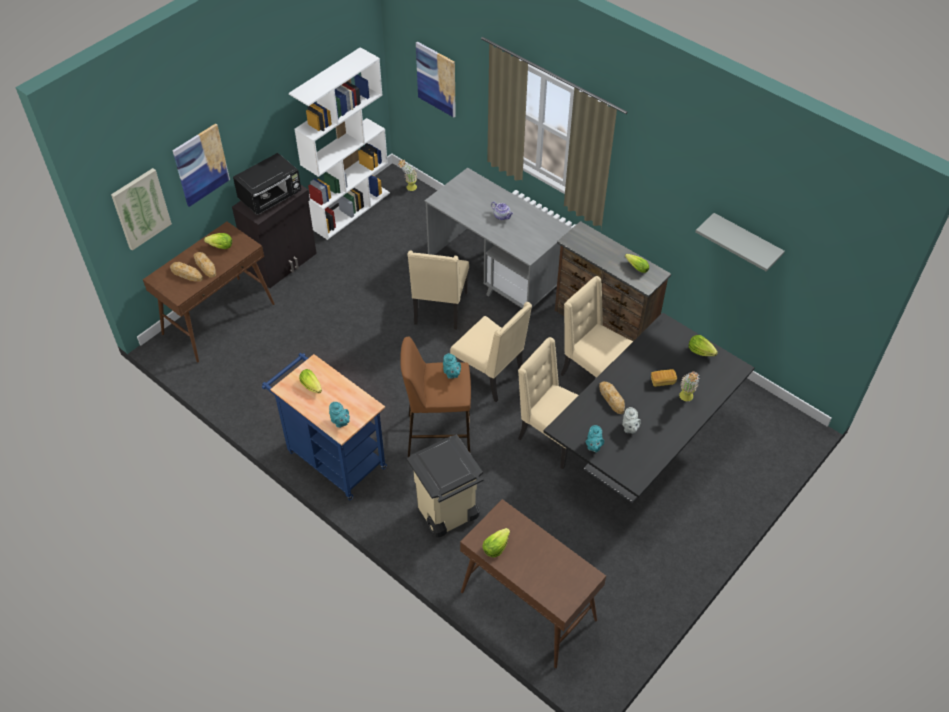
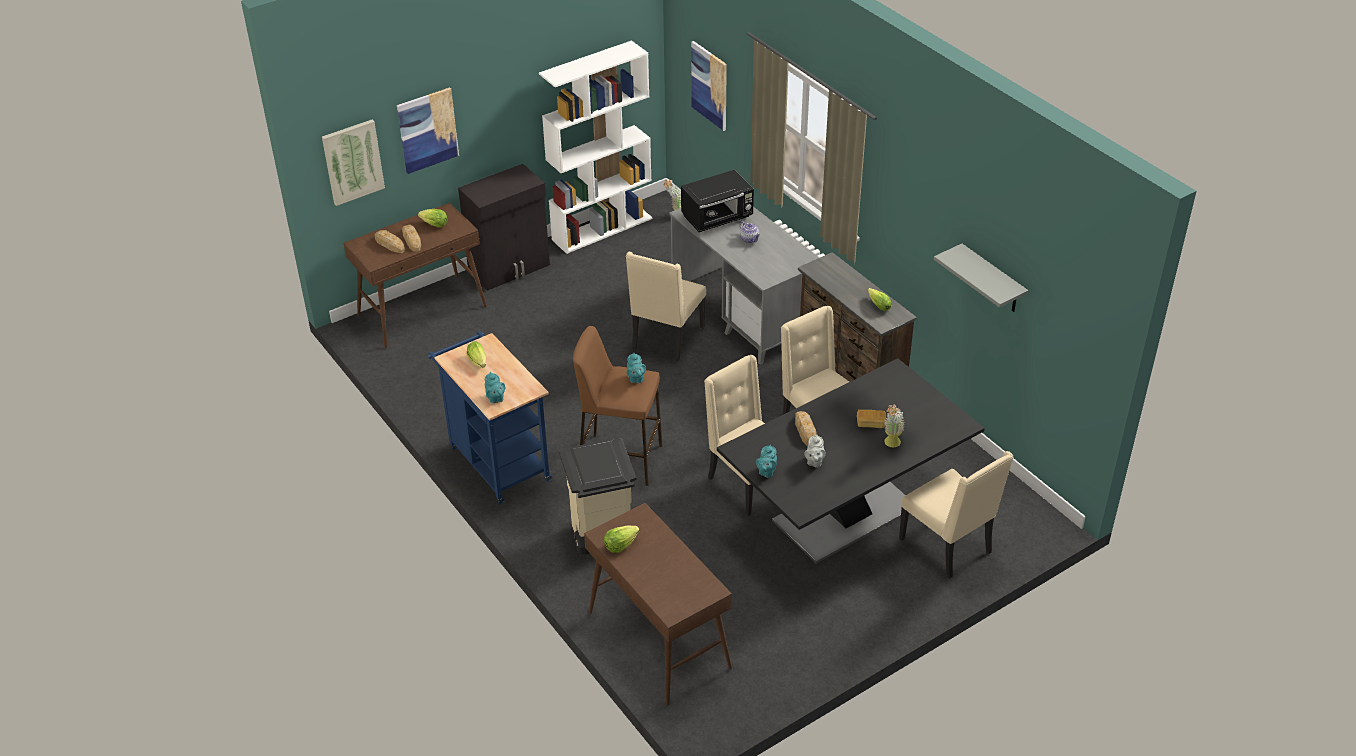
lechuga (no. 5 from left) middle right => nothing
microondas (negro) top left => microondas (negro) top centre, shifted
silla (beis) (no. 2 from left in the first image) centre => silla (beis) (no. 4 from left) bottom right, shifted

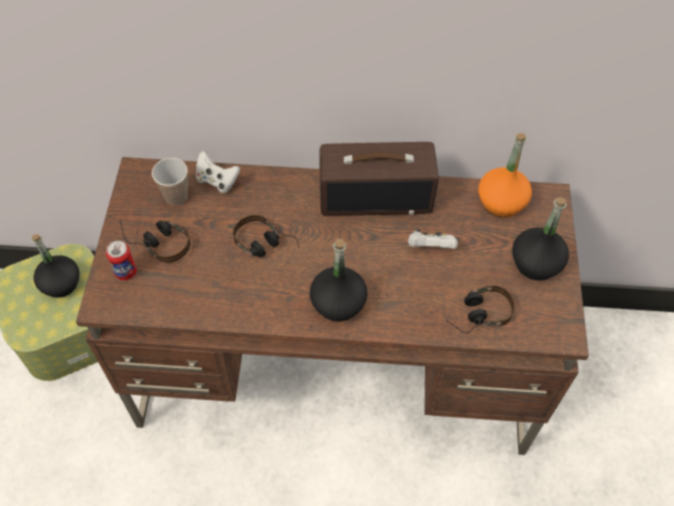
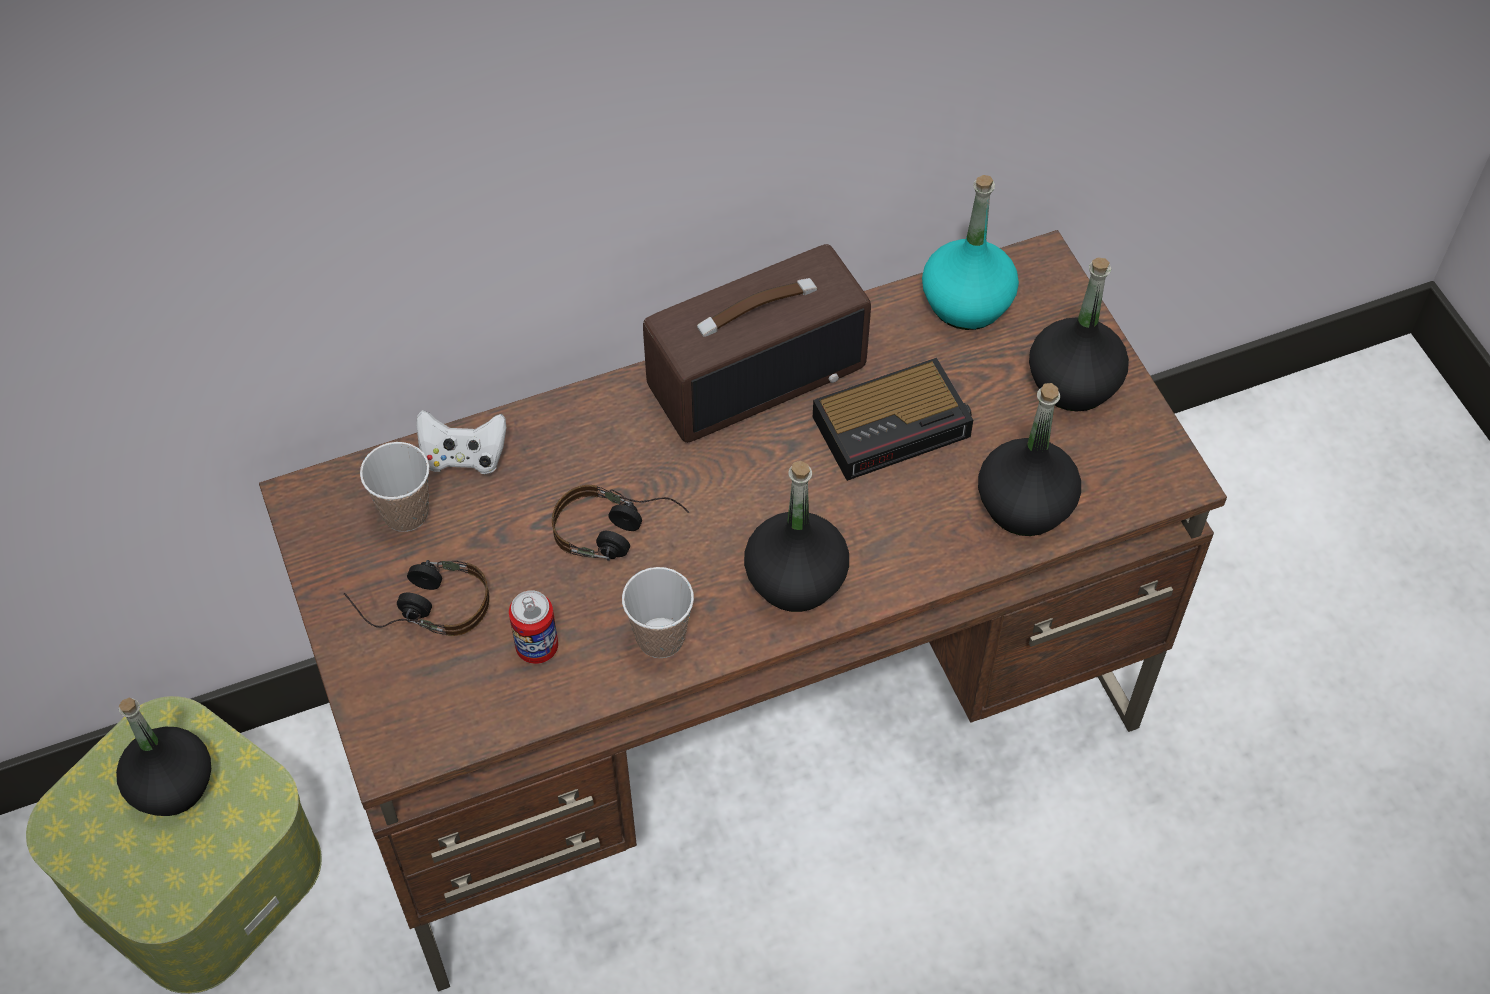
nothing => taza (no. 2 from left) centre
lata middle left => lata centre, shifted
mando de consola (blanco) (no. 2 from left) centre => despertador centre
auriculares (no. 3 from left) middle right => botella (negro) (no. 3 from left) middle right
botella (naranja) middle right => botella (turquesa) top centre

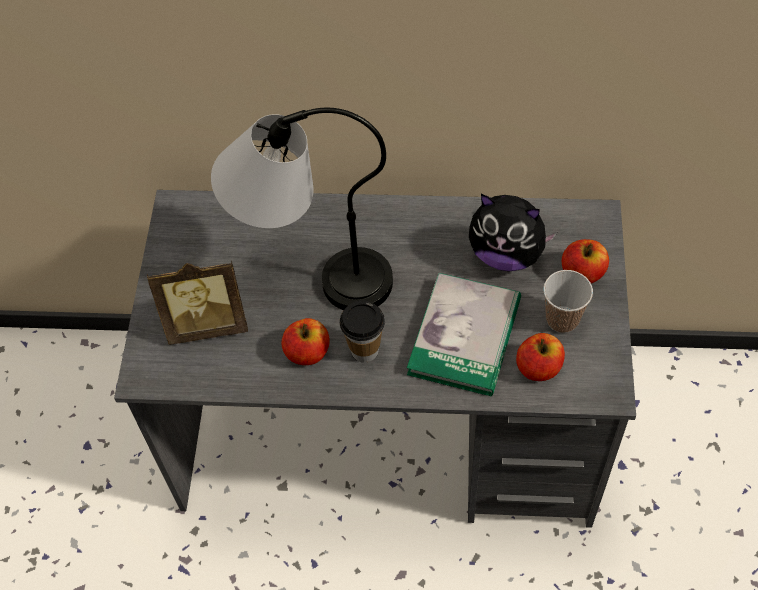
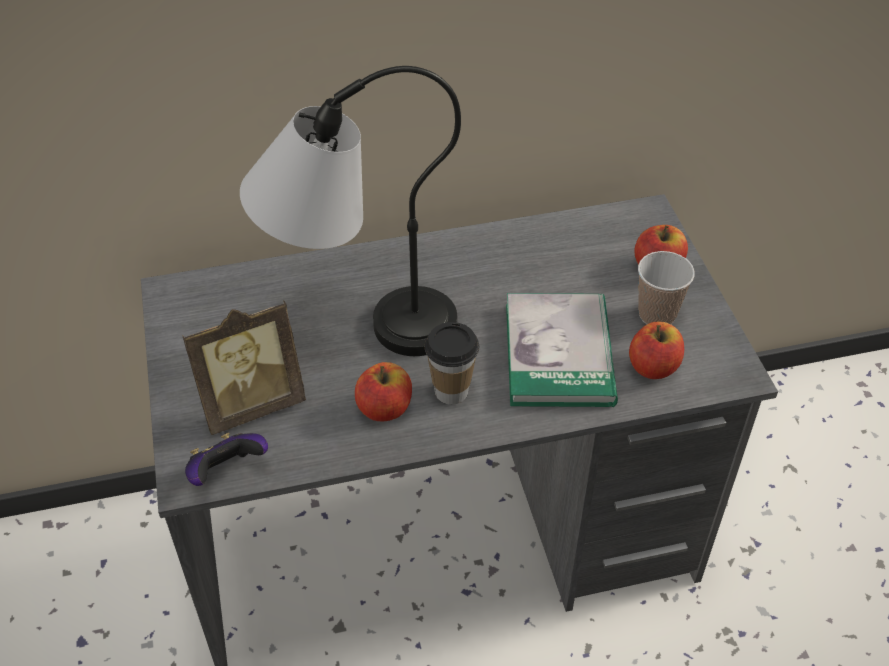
peluche middle right => nothing
nothing => mando de consola bottom left

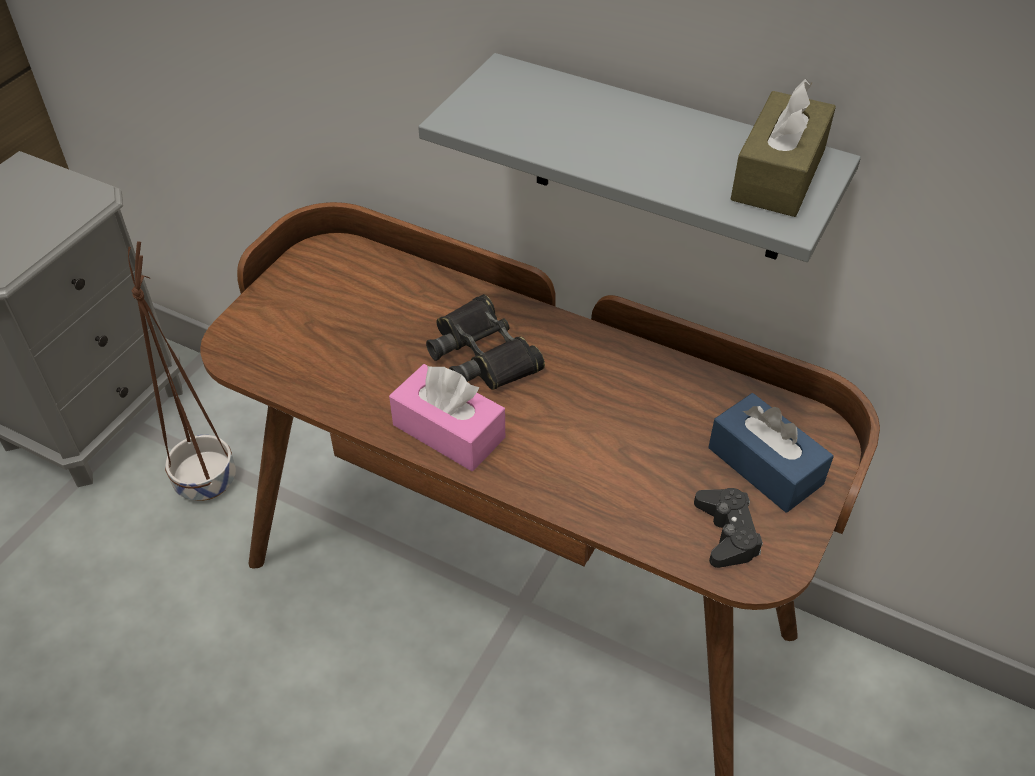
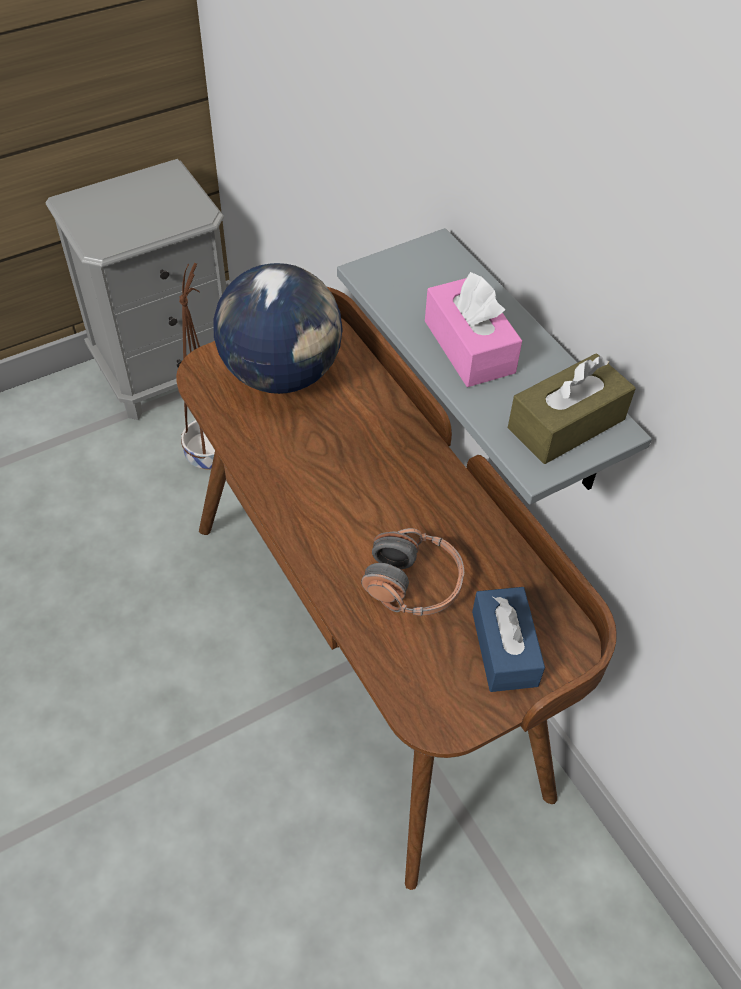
prismáticos (negro) centre => nothing
mando de consola (negro) bottom right => nothing
nothing => globo terráqueo top centre
nothing => auriculares centre
caja de pañuelos (rosa) centre => caja de pañuelos (rosa) top centre, shifted

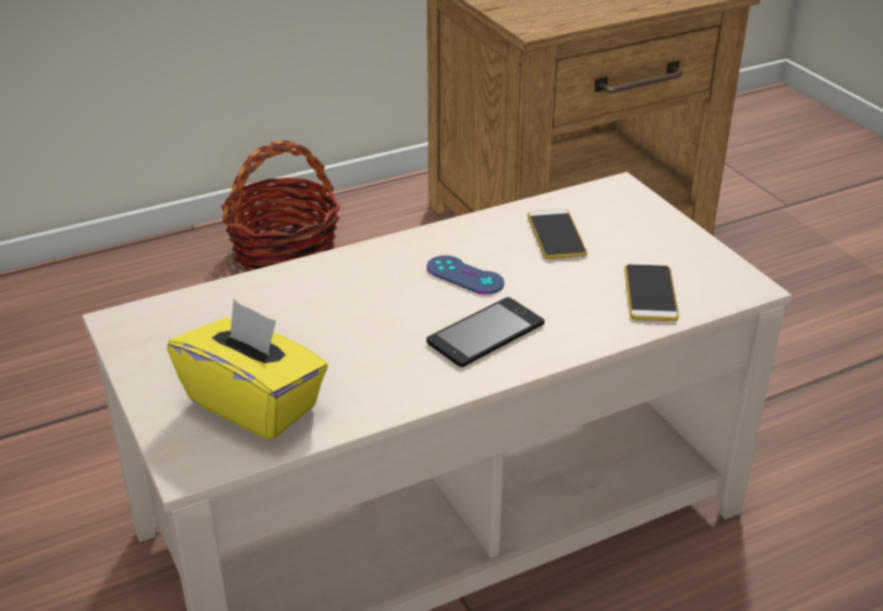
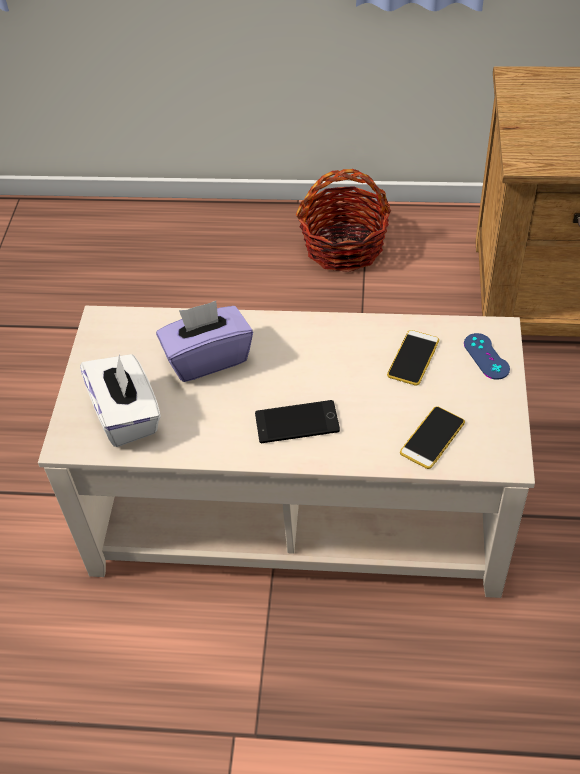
nothing => caja de pañuelos (morado) centre
mando de consola (azul) centre => mando de consola (azul) middle right, shifted
caja de pañuelos (amarillo) middle left => caja de pañuelos (blanco) middle left

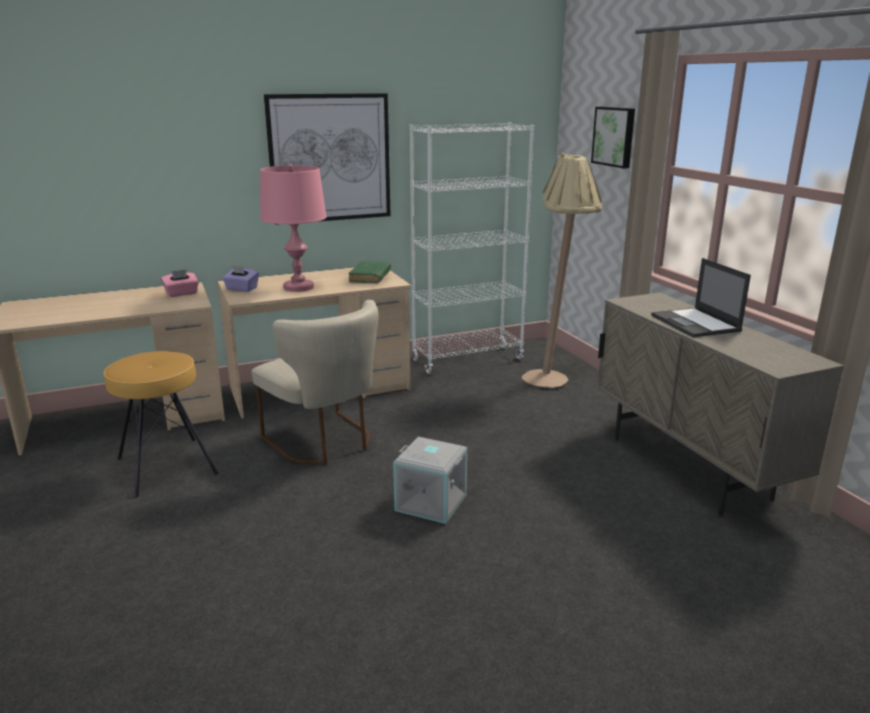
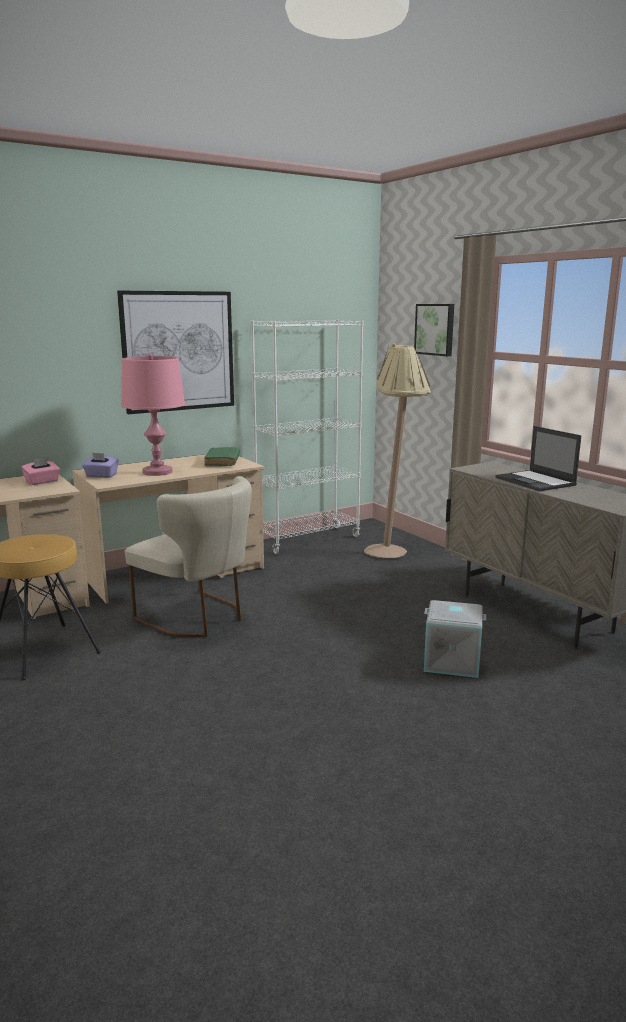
caja de almacenaje (gris) bottom centre => caja de almacenaje (gris) middle right, shifted

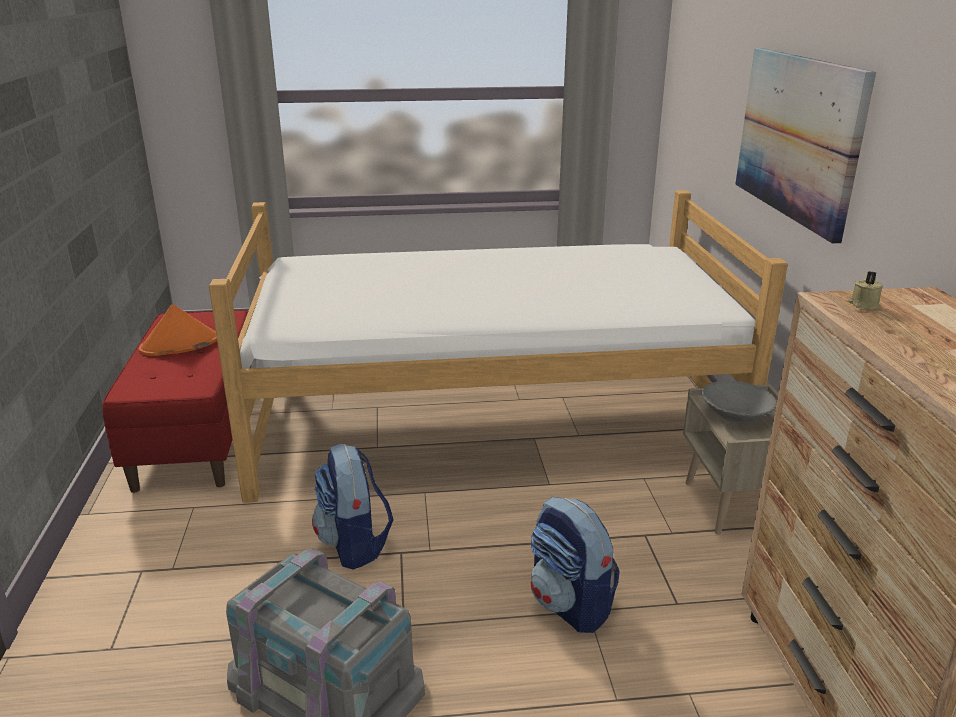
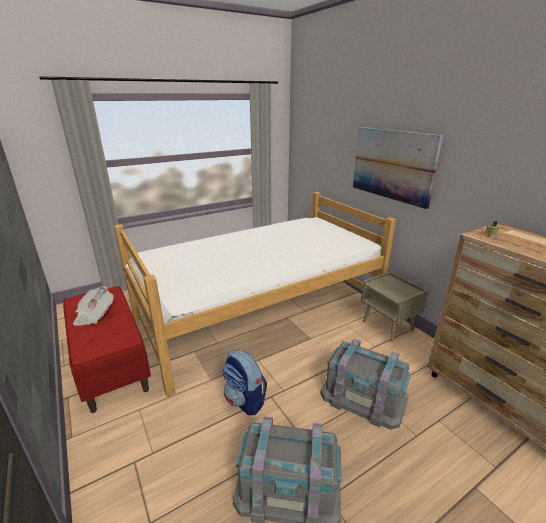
cuenco (gris) middle right => nothing
sombrero (naranja) middle left => periódico middle left
mochila (no. 2 from left) bottom centre => caja de almacenaje (gris) (no. 2 from left) bottom right

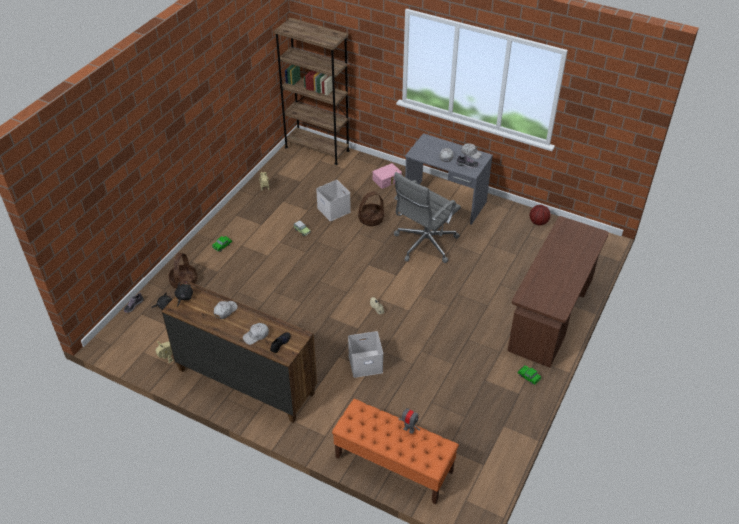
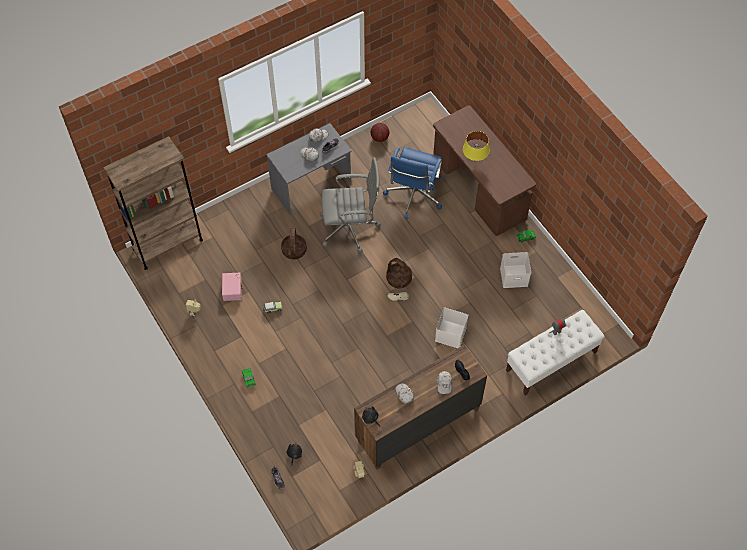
nothing => silla de oficina (azul) top centre
nothing => lámpara de mesa (amarillo) top centre
cesta (no. 1 from left in the first image) middle left => cesta (no. 2 from left) centre, shifted
caja de almacenaje (blanco) (no. 1 from left in the first image) centre => caja de almacenaje (blanco) (no. 2 from left) middle right, shifted
caja de almacenaje (rosa) centre => caja de almacenaje (rosa) middle left, shifted
banco (naranja) bottom centre => banco (blanco) middle right
silla de oficina (gris) centre, 75 degrees counterclockwise

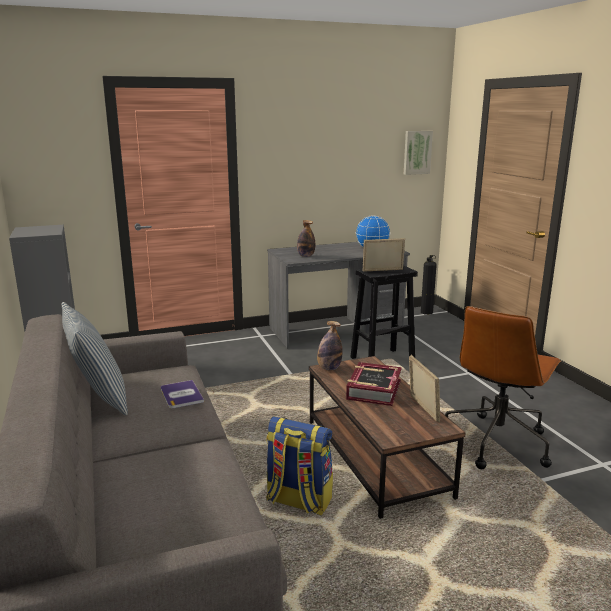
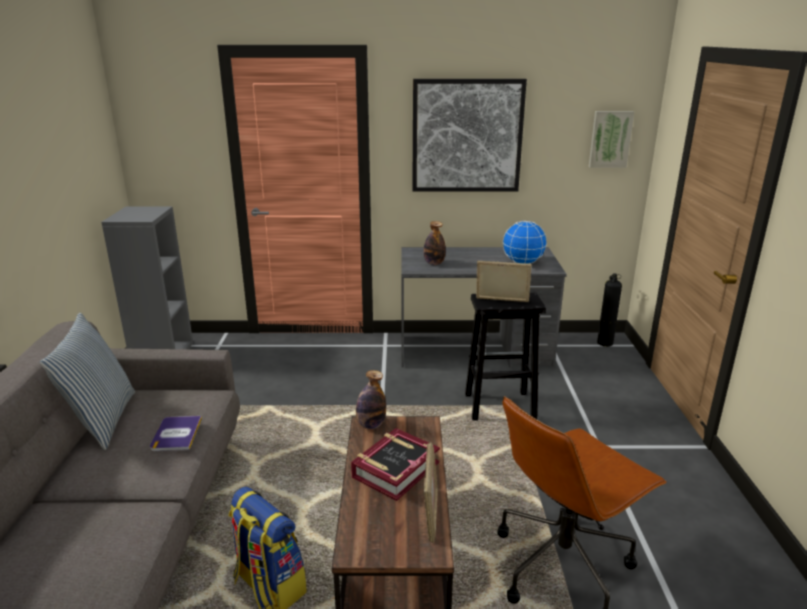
nothing => cuadro (no. 1 from left) top centre

